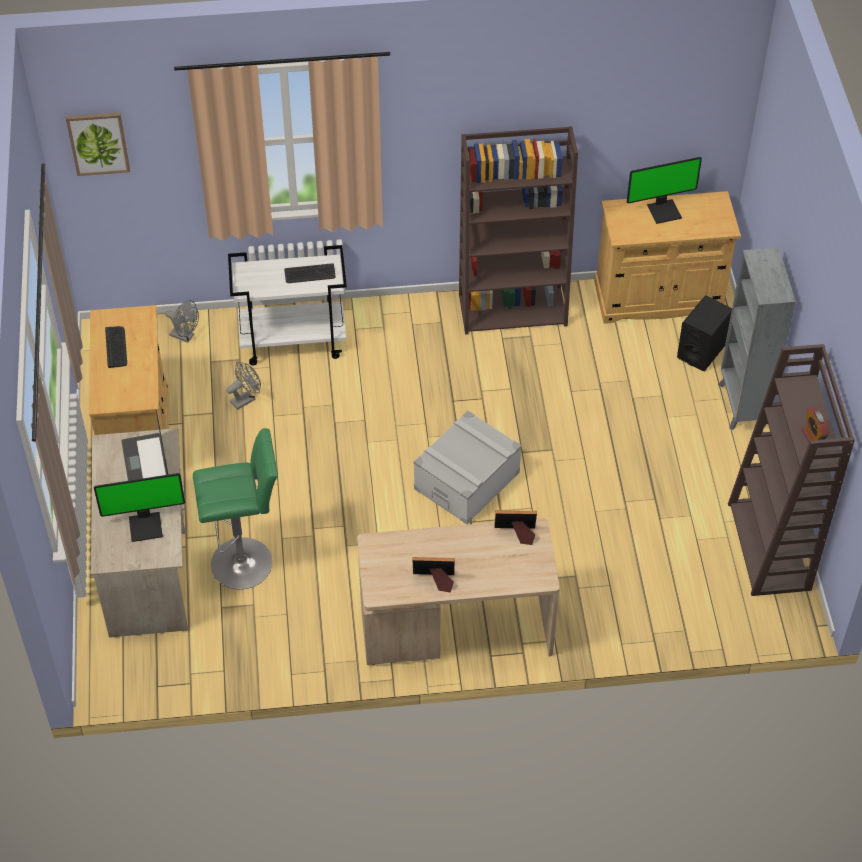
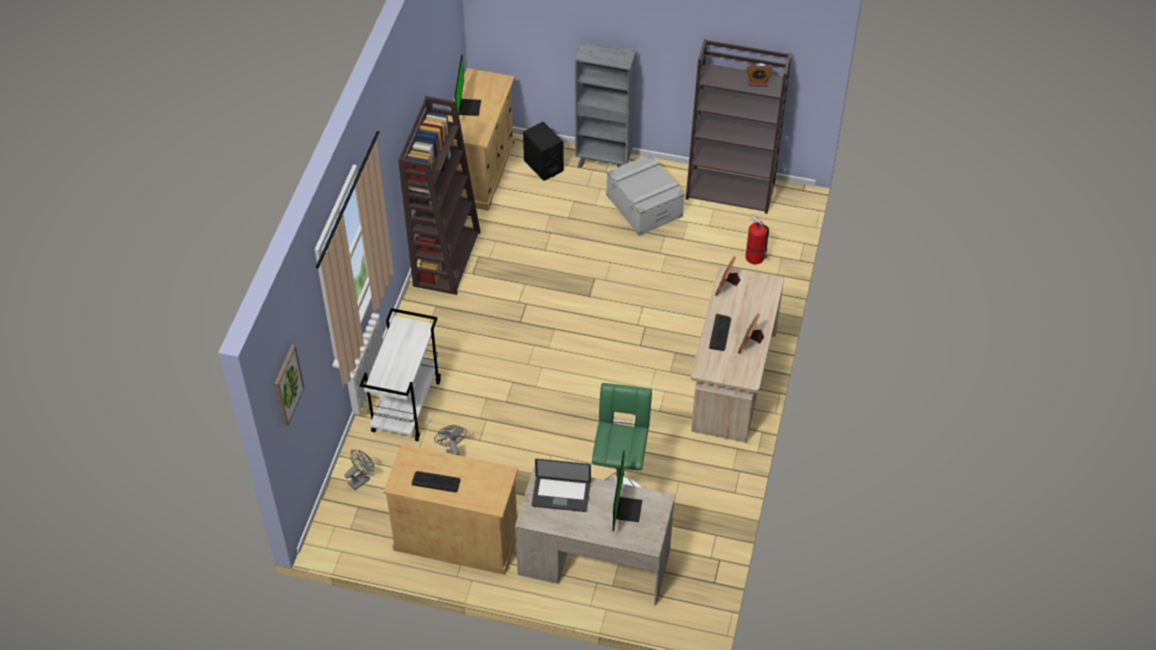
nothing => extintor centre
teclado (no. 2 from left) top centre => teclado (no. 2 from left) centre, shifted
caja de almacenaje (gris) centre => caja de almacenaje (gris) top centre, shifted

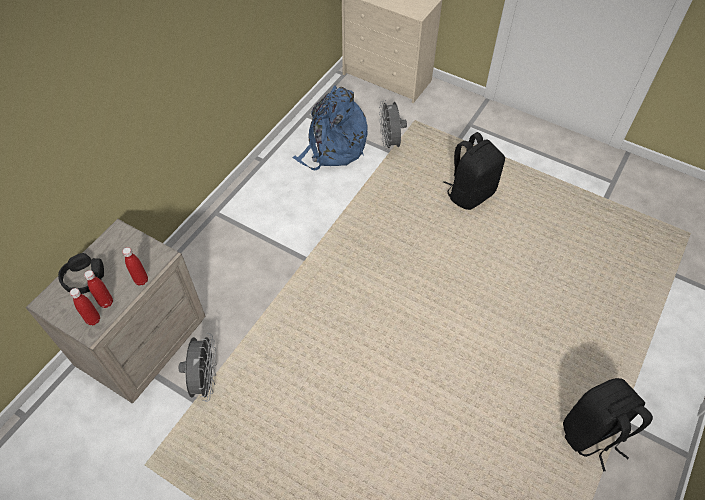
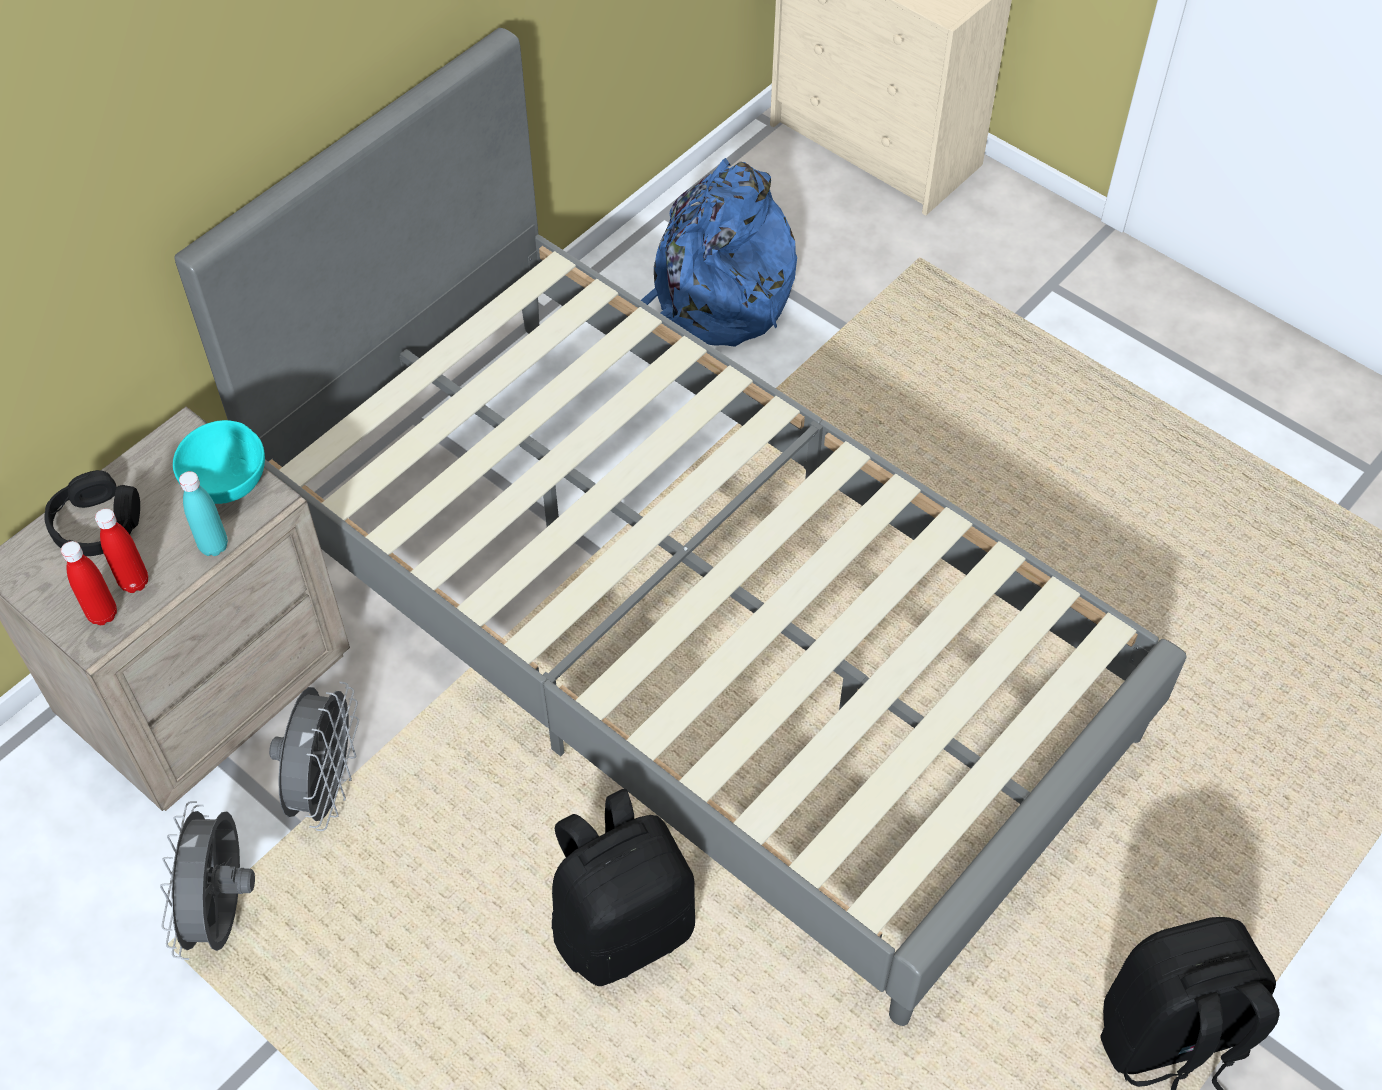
nothing => cuenco (turquesa) middle left
nothing => cama (gris) centre
ventilador (gris) (no. 2 from left in the first image) top centre => ventilador (gris) (no. 1 from left) bottom left, shifted
mochila (negro) (no. 1 from left) middle right => mochila (negro) (no. 1 from left) bottom centre, shifted
botella (rojo) (no. 3 from left) middle left => botella (turquesa) middle left

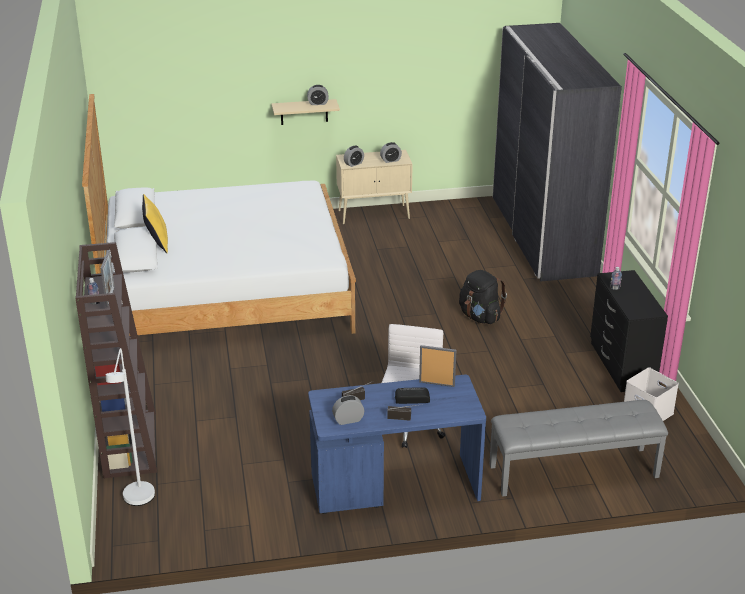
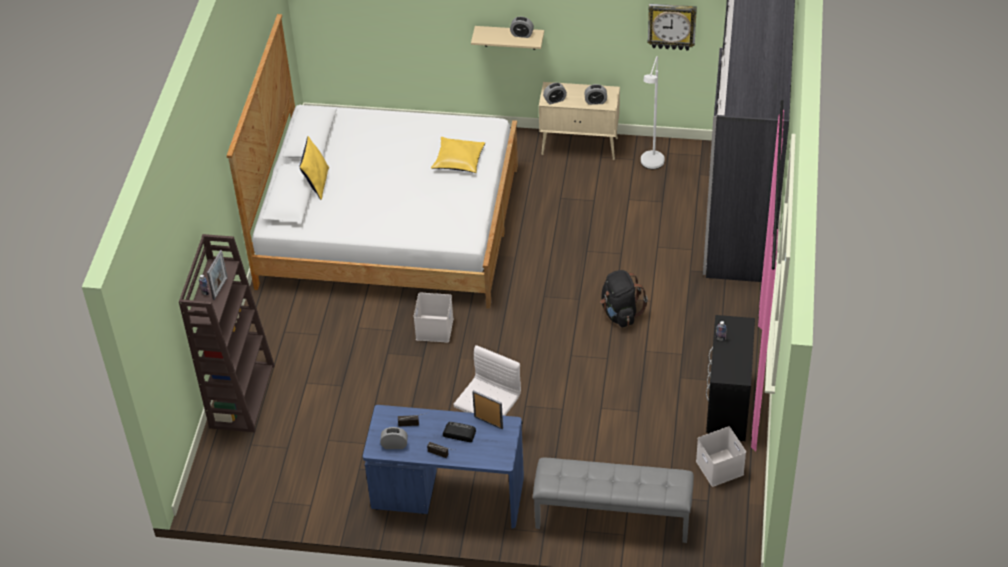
nothing => caja de almacenaje (blanco) (no. 1 from left) centre
nothing => cojín (amarillo) (no. 2 from left) top centre
nothing => reloj de pared top right
lámpara de pie (blanco) bottom left => lámpara de pie (blanco) top centre, shifted

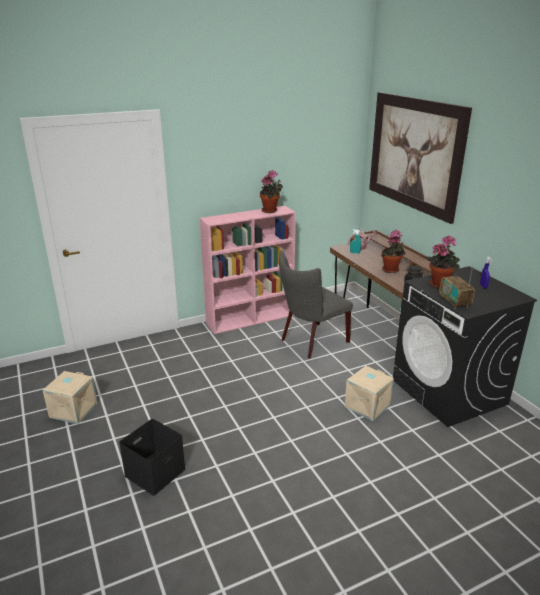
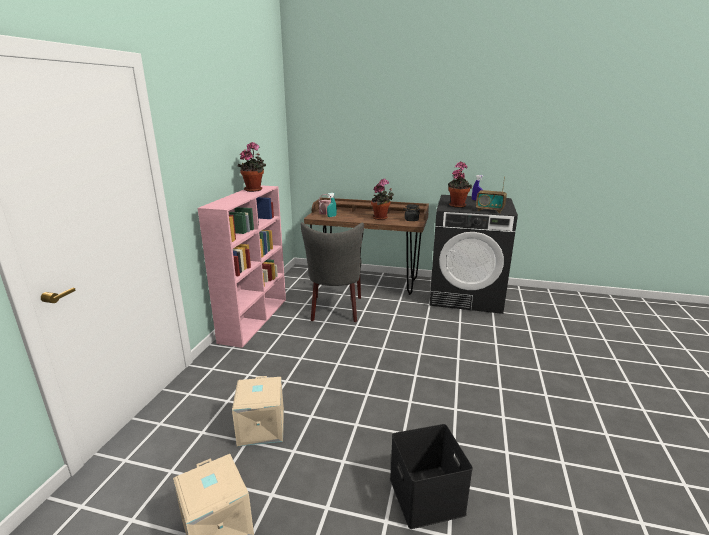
cuadro top right => nothing
caja de almacenaje (beis) (no. 2 from left) middle right => caja de almacenaje (beis) (no. 2 from left) bottom centre, shifted

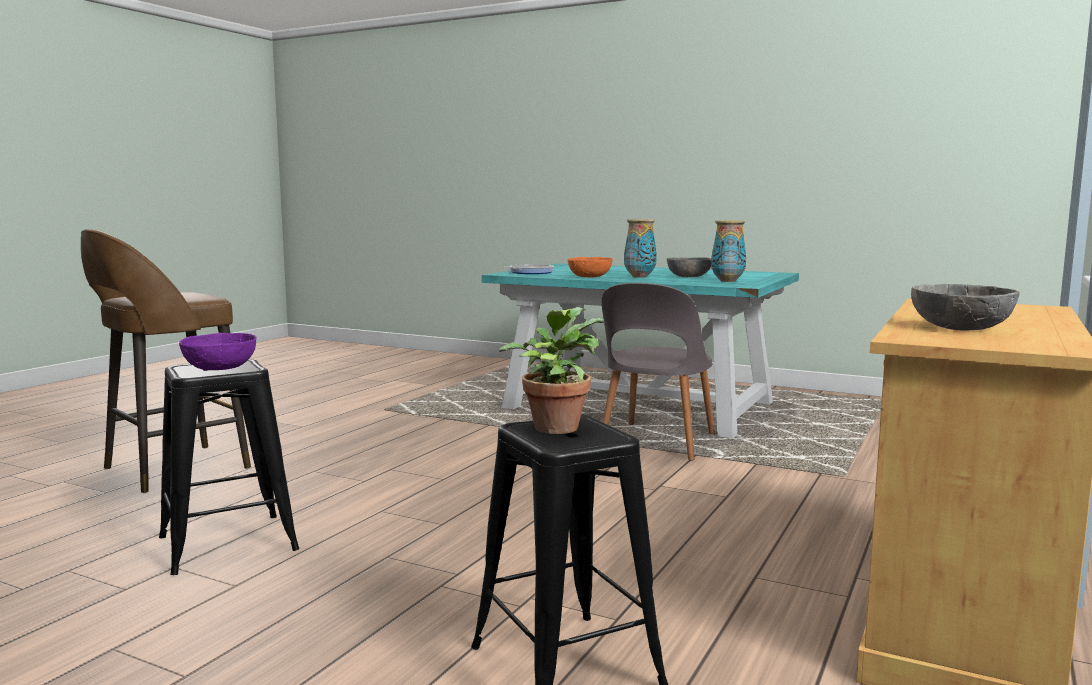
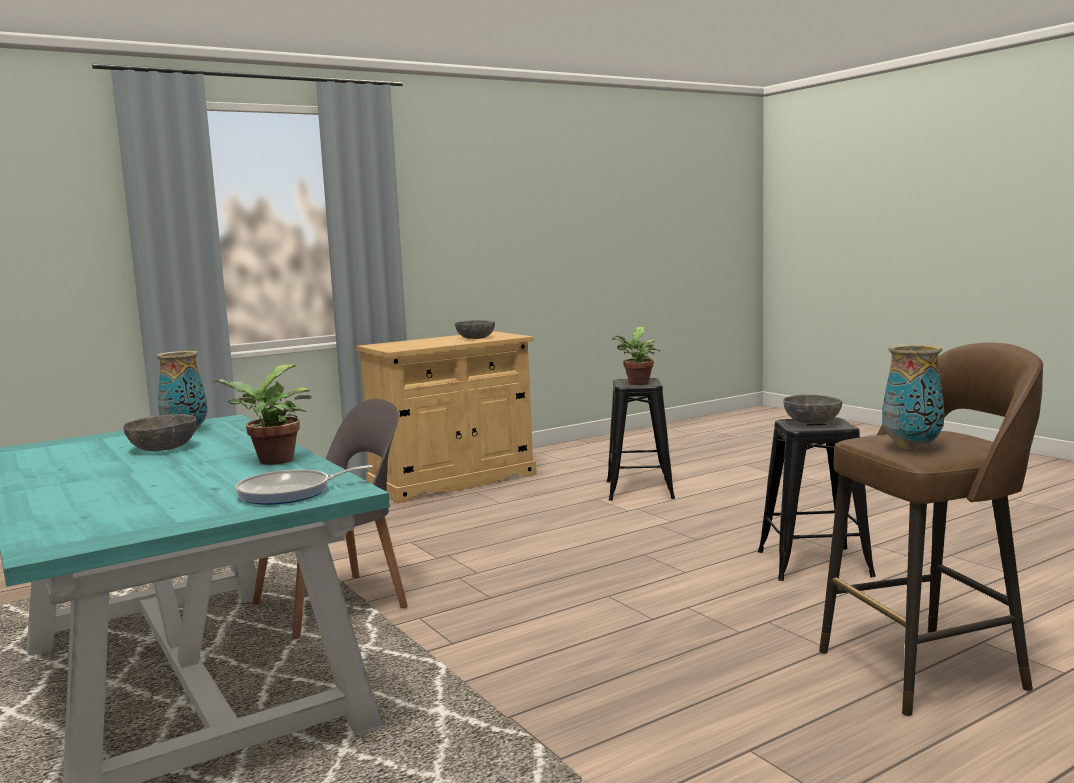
florero (no. 1 from left in the first image) centre => florero (no. 2 from left) middle right, shifted
cuenco (naranja) centre => planta en maceta (no. 1 from left) middle left
cuenco (morado) middle left => cuenco (gris) (no. 3 from left) middle right

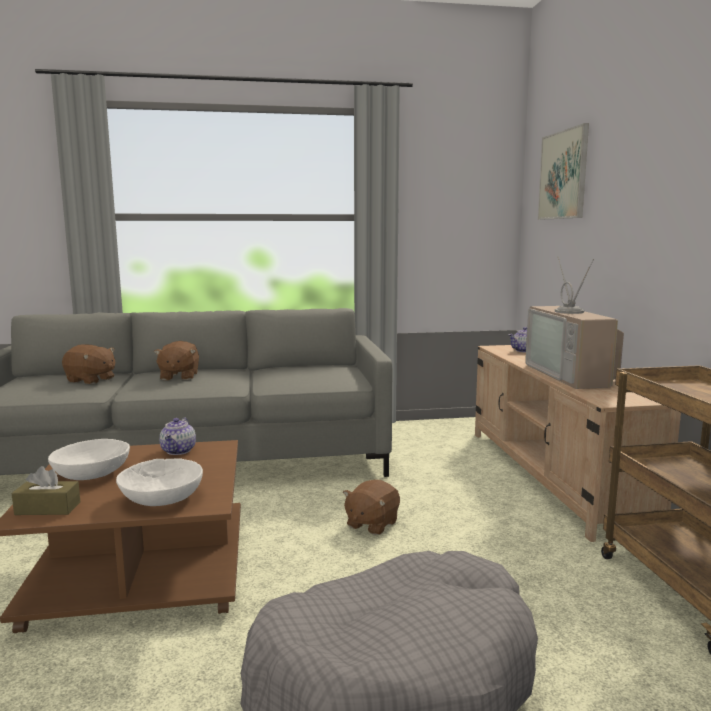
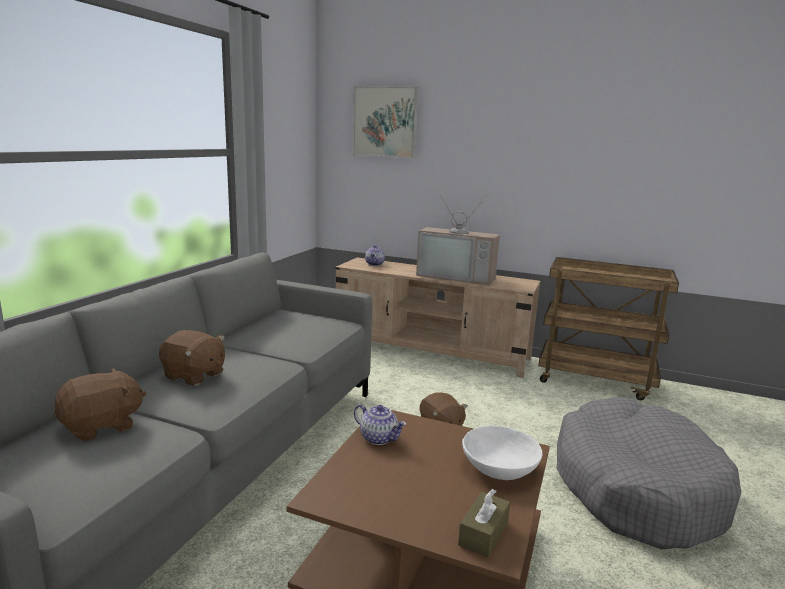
cuenco (blanco) (no. 1 from left) middle left => nothing

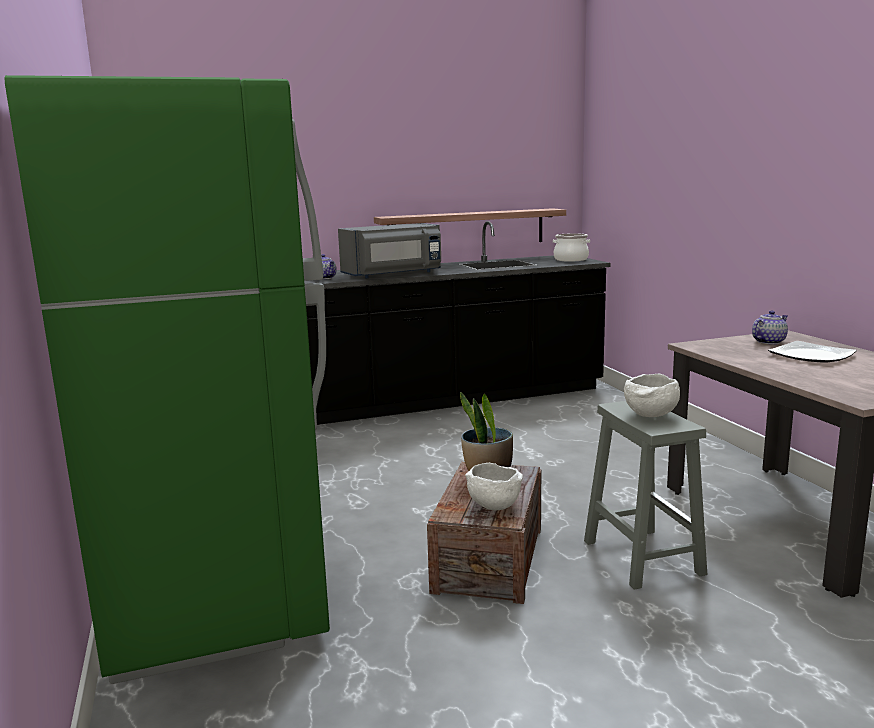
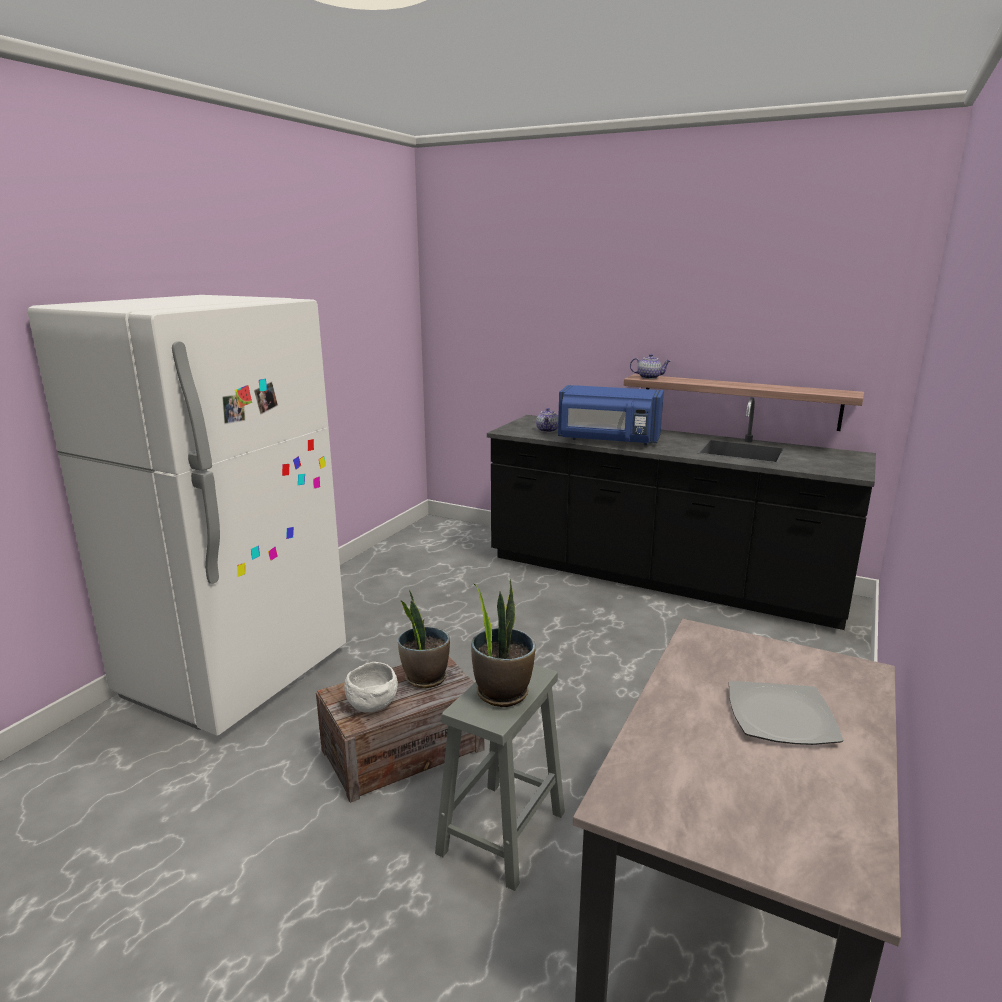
olla centre => nothing
tetera (no. 2 from left) middle right => tetera (no. 2 from left) centre, shifted
cuenco (blanco) (no. 2 from left) middle right => planta en maceta (no. 2 from left) centre
nevera (verde) middle left => nevera (blanco) middle left
microondas (gris) centre => microondas (azul) centre

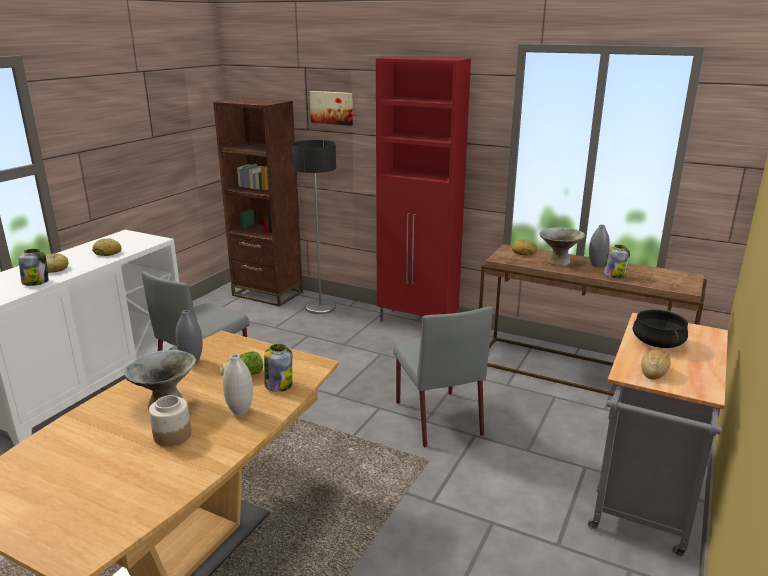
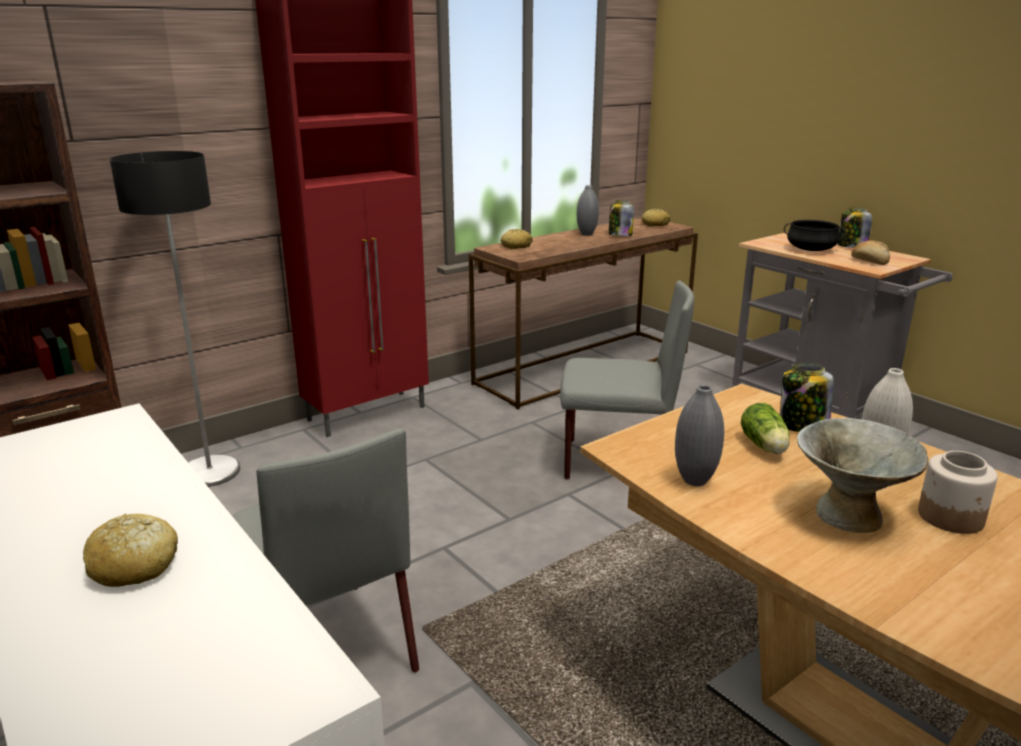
cuadro top centre => nothing
cuenco (gris) (no. 2 from left) middle right => nothing
tarro (no. 1 from left in the first image) middle left => tarro (no. 3 from left) top right, shifted
pan (no. 2 from left in the first image) middle left => pan (no. 3 from left) top centre, shifted

